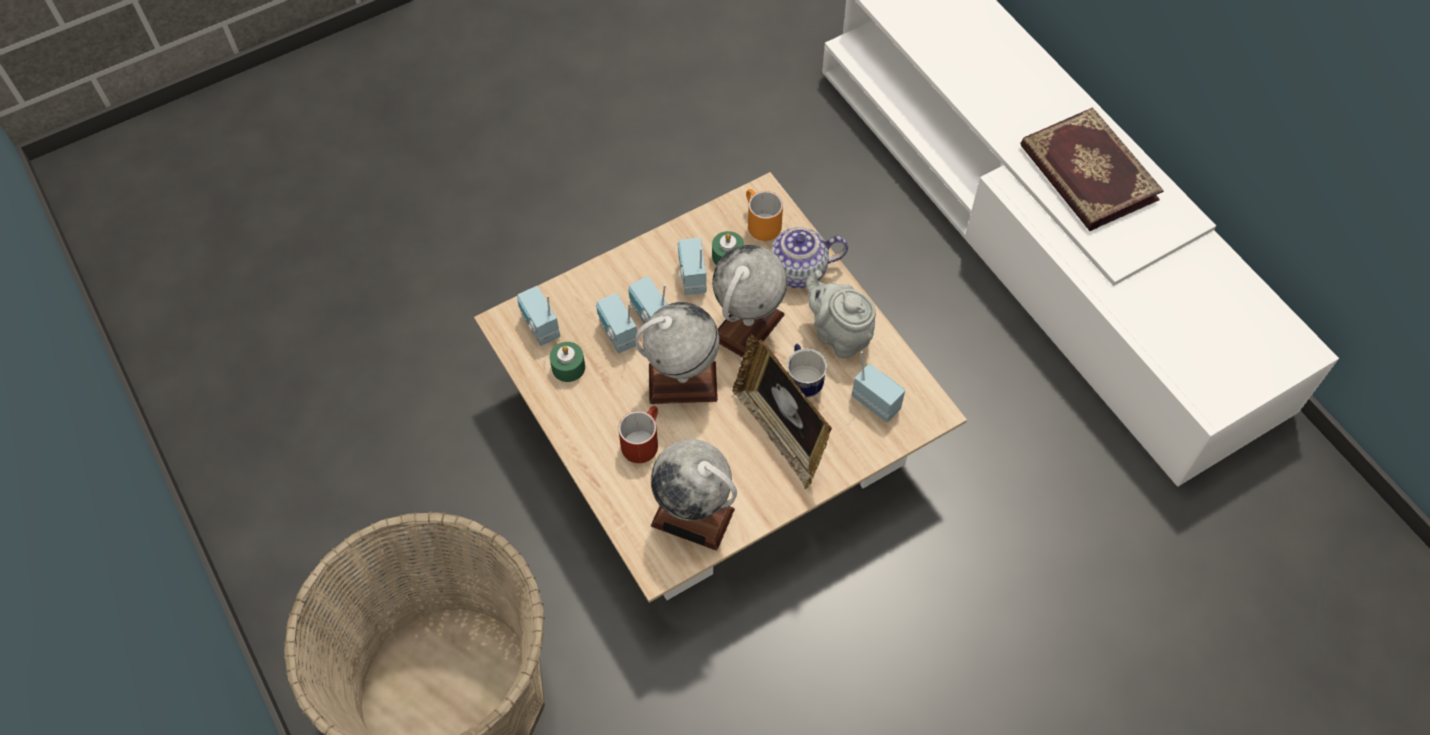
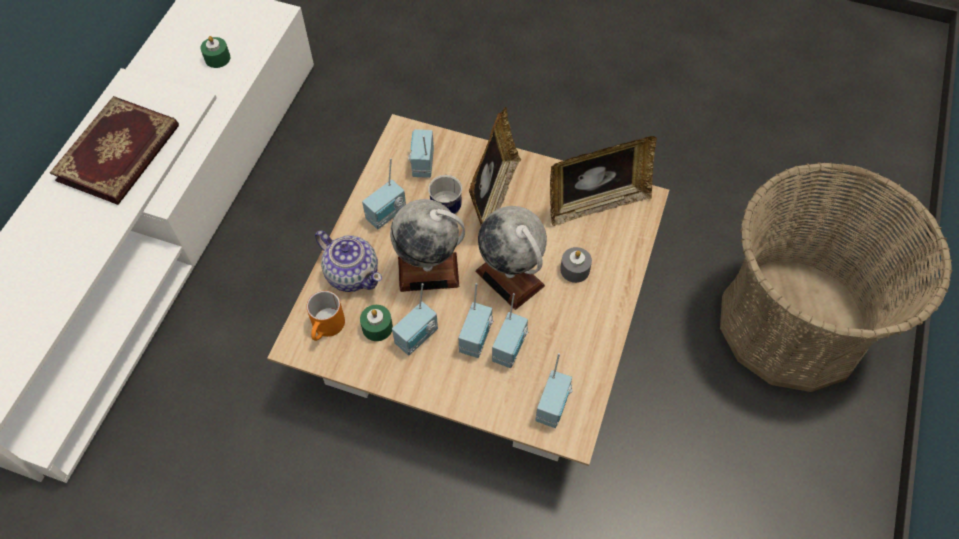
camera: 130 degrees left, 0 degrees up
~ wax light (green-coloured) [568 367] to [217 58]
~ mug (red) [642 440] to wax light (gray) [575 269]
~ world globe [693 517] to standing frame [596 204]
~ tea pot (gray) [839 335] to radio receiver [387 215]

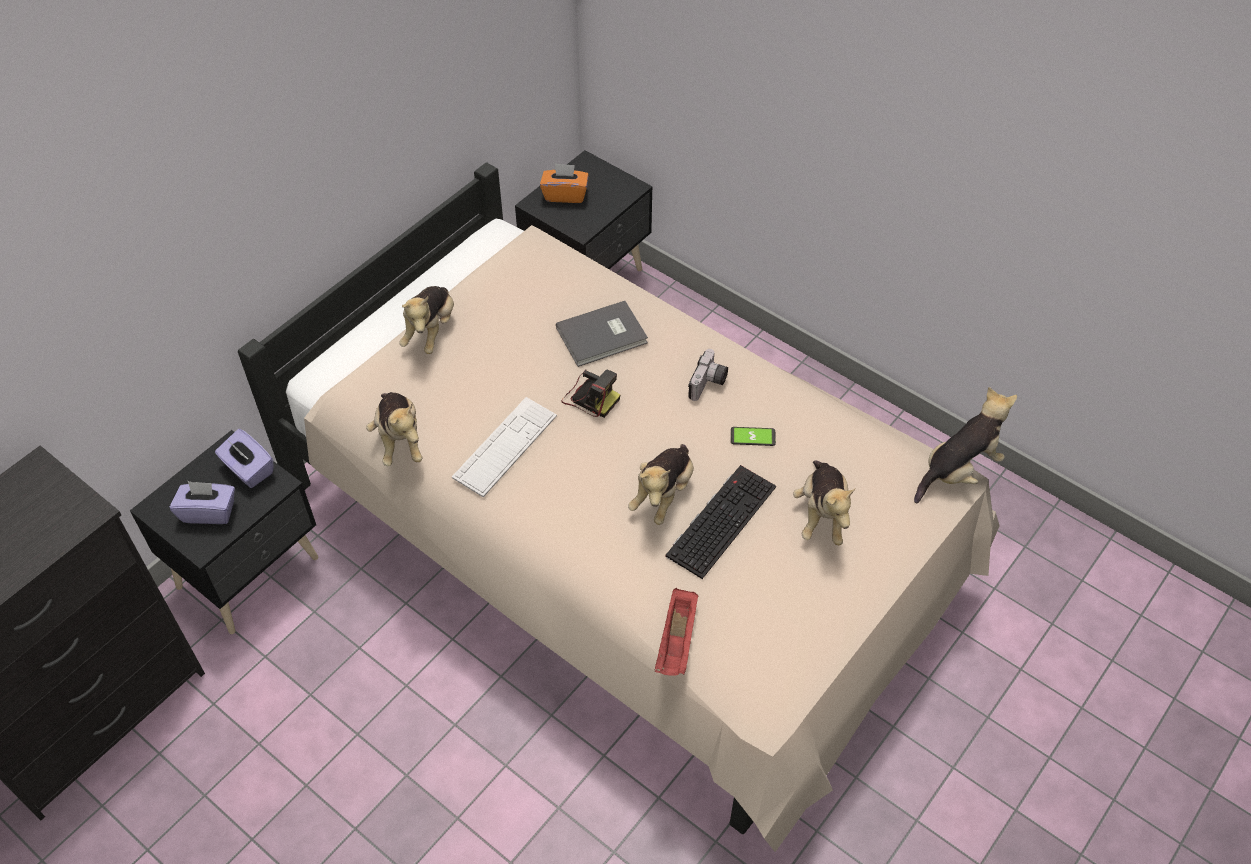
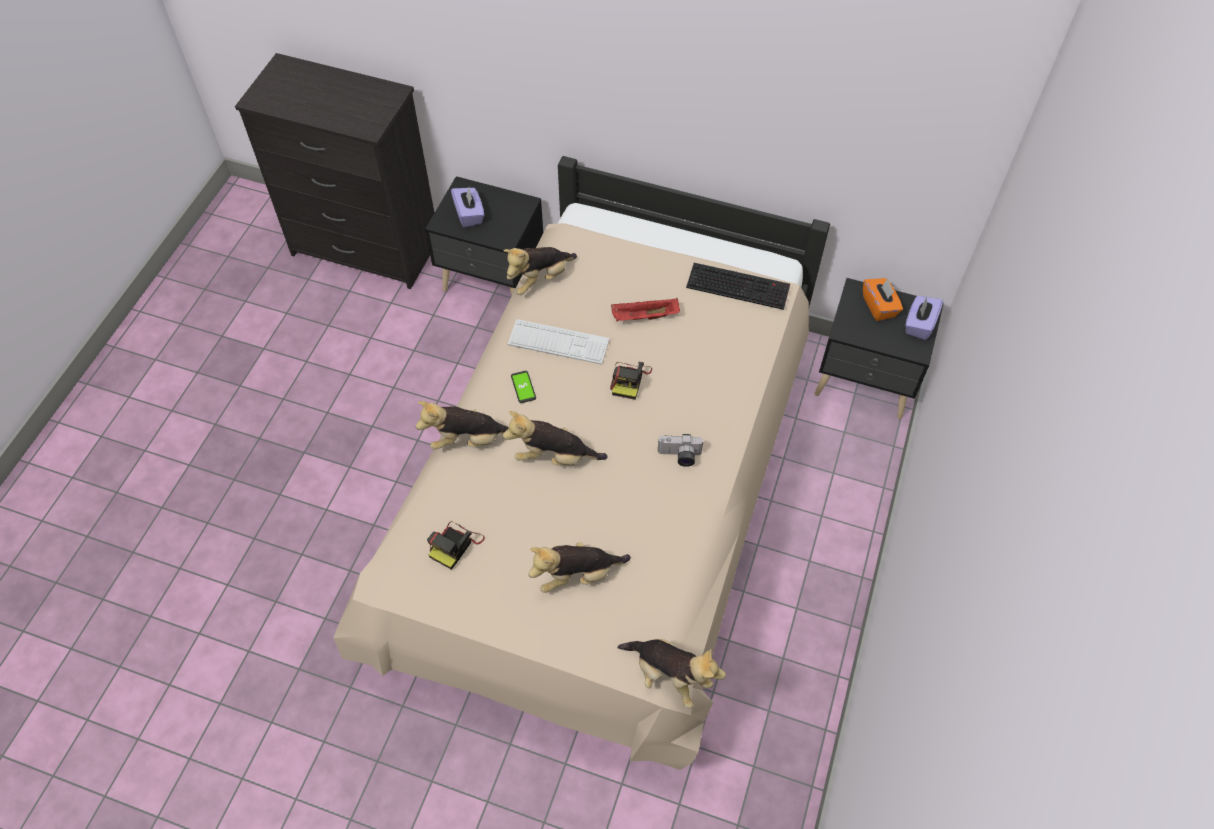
camera: 70 degrees right, 5 degrees up
~ box of tissues (purple-coloured) [248 470] to [919 325]
~ plush toy [431 331] to [469 440]
- book (gray) [603 336]
~ serving tray (red) [677 642] to [644 317]
~ PC keyboard [720 519] to [739 285]
~ telephone [752 437] to [523 387]
+ photo camera [455 545]

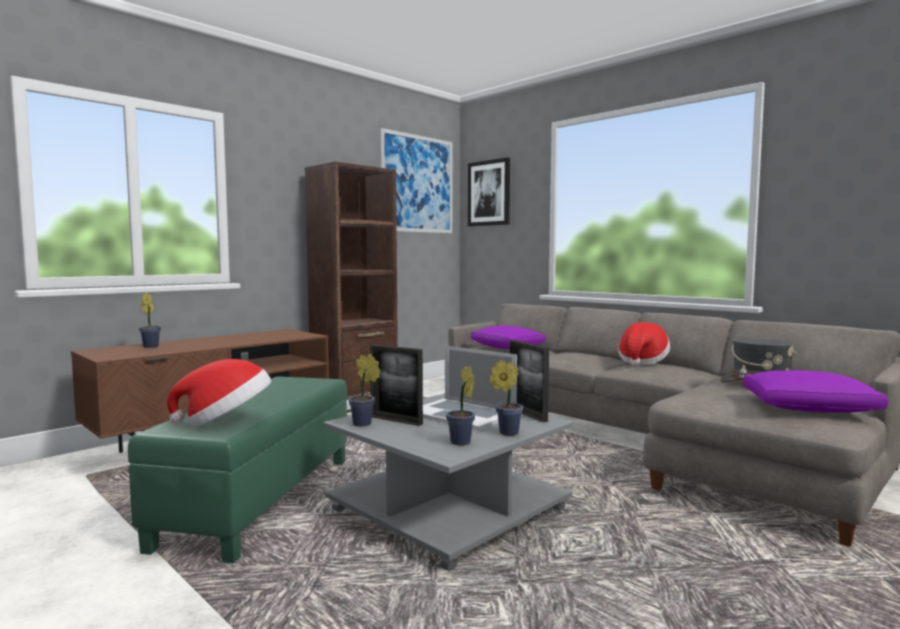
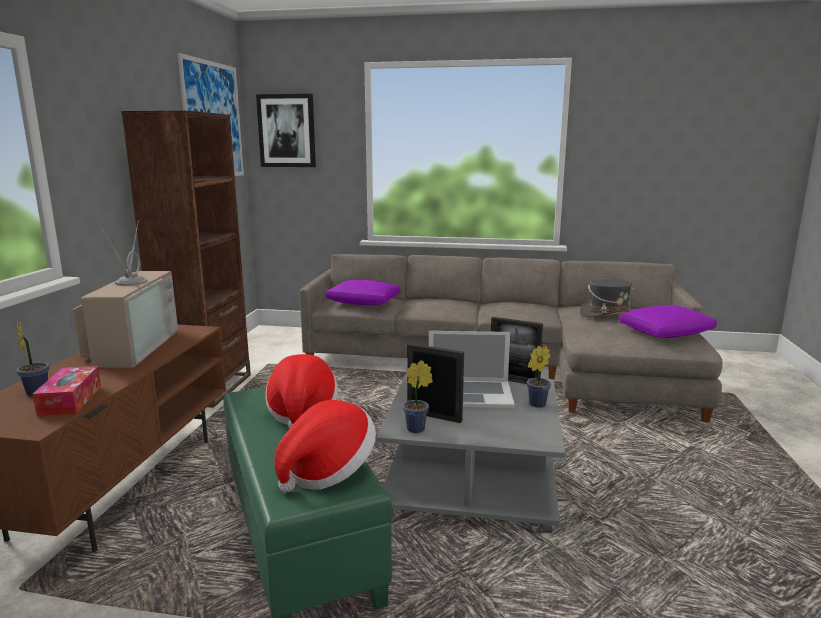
camera: 35 degrees left, 10 degrees up
~ standing frame [396 420] = [434 416] 150 degrees counterclockwise
- houseplant [461 443]
~ wearable hat [642 362] to [302 412]
+ box of tissues [70 400]
+ TV [132 347]

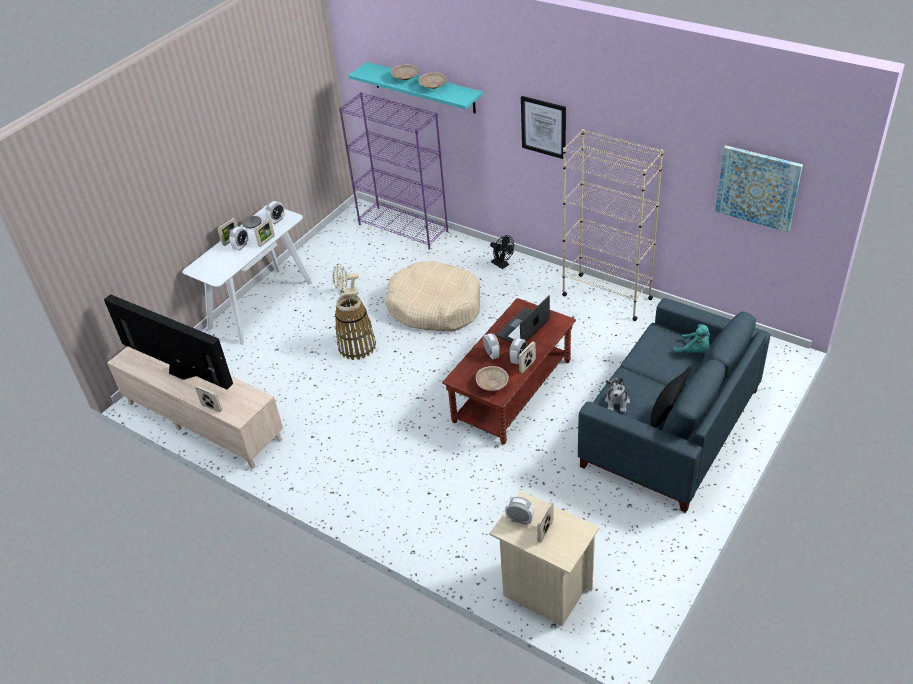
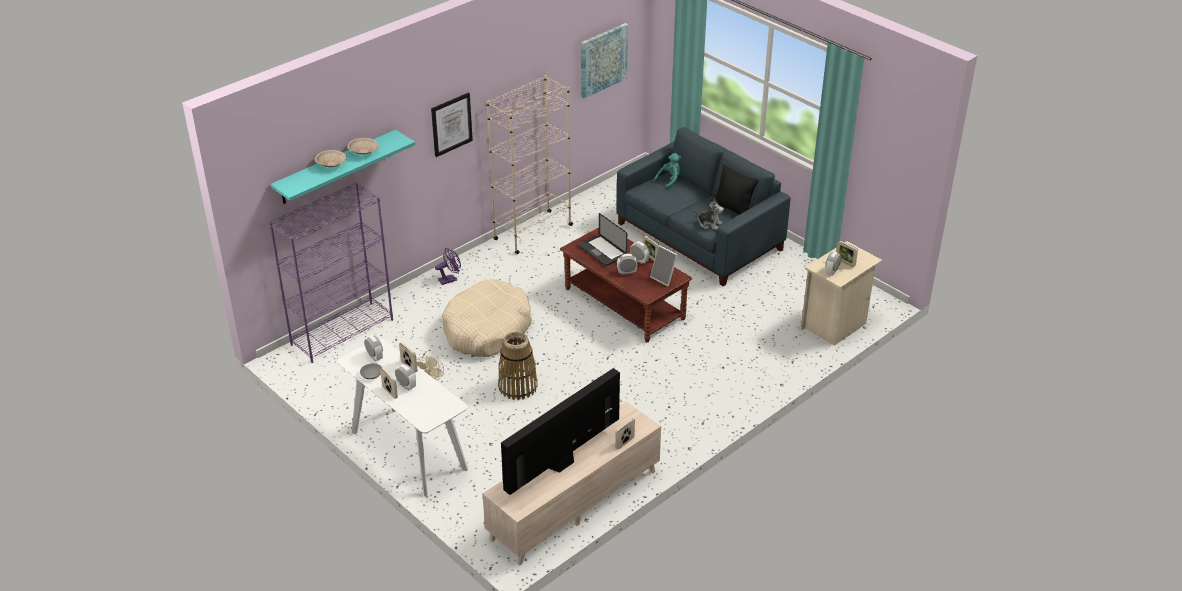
camera: 80 degrees left, 5 degrees down
~ bowl (beige) [492 385] to standing frame [664 278]
~ fan (blackish) [502 265] to fan (purple-coloured) [450 279]

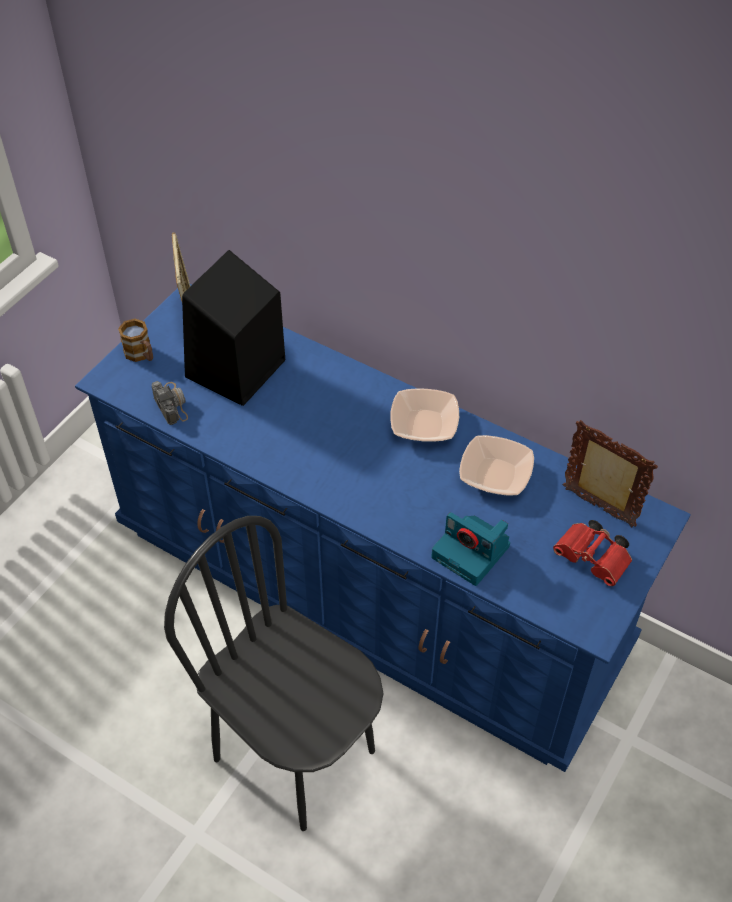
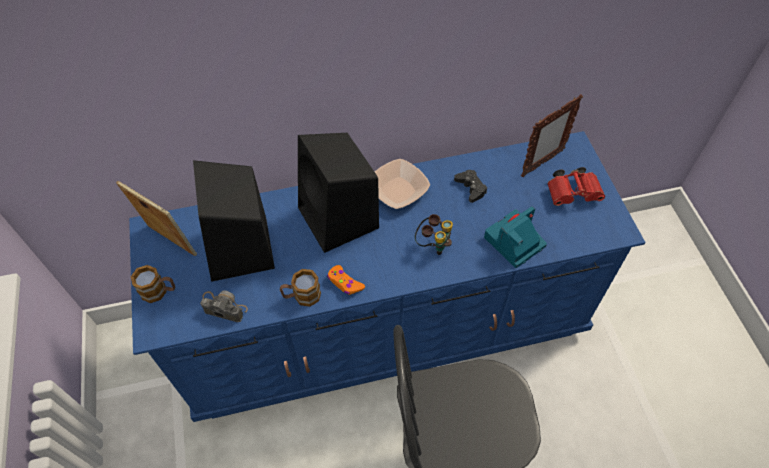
camera: 45 degrees left, 5 degrees up
~ photo camera [472 552] = [514 242] 150 degrees clockwise
~ bowl [495 474] to game controller (blackish) [471 188]
~ standing frame [598 508] = [542 163] 150 degrees clockwise
+ mug [302 296]
+ loudspeaker (blackish) [340 219]
+ game controller (orange-coloured) [345 283]
+ binoculars [433 244]

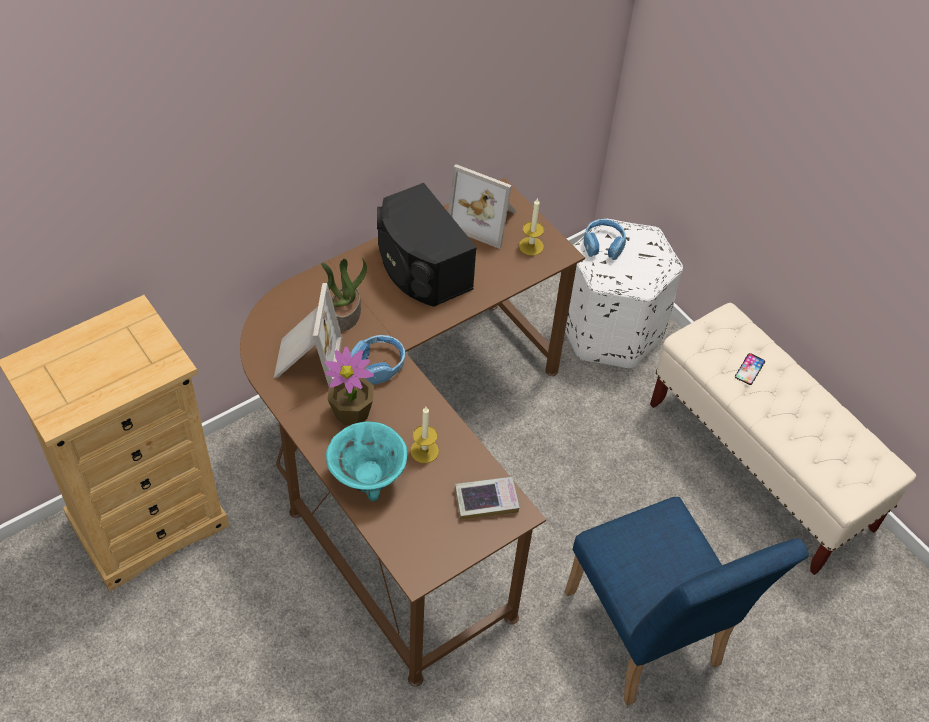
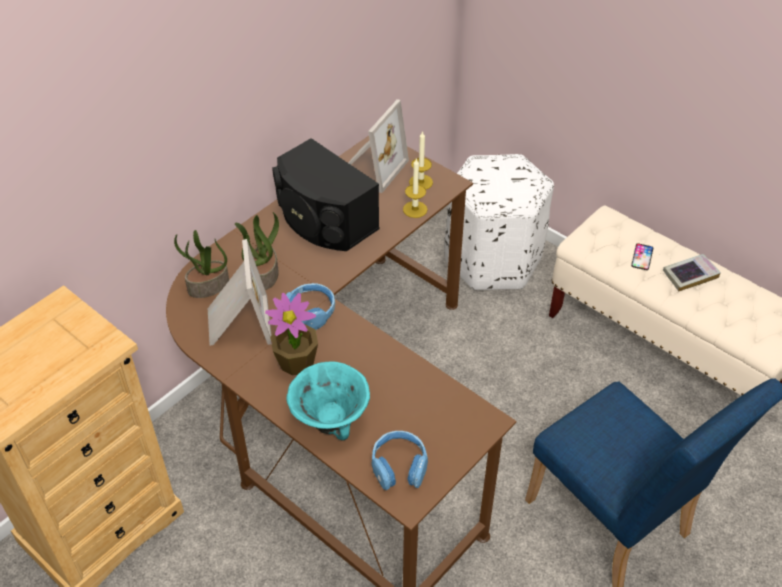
camera: 10 degrees left, 5 degrees down
~ wax light [424 451] to [415 209]
~ standing frame [485 220] = [371 168] 75 degrees counterclockwise
~ book [486 500] to [690 275]
~ pair of headphones (blue-coloured) [603 245] to [399 466]
+ houseplant [208 287]

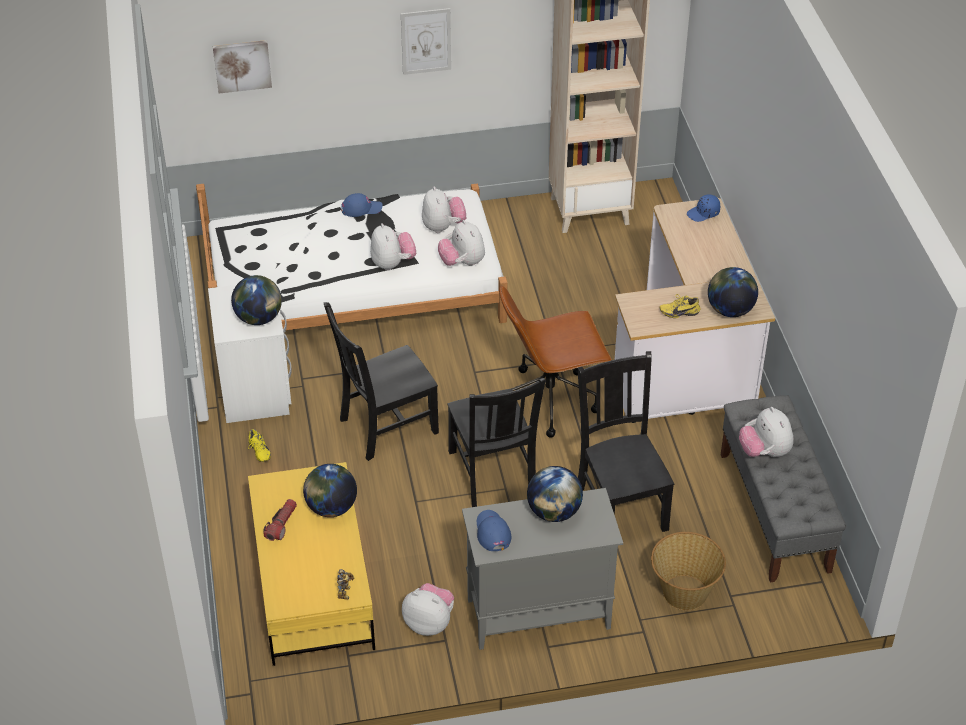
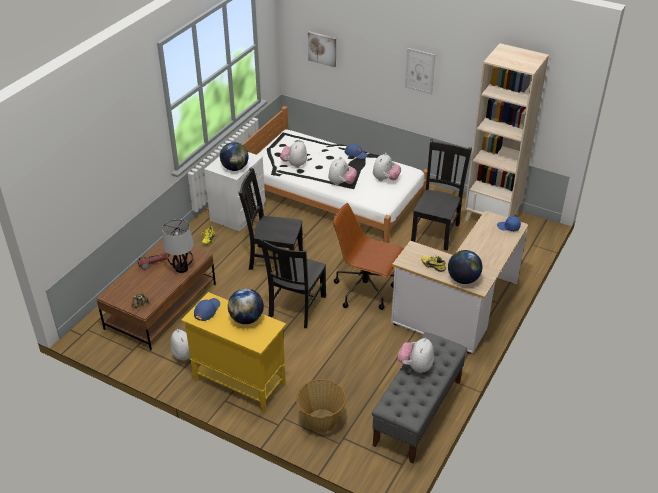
camera: 40 degrees right, 5 degrees down
~ low table (yellowish) [312 584] to low table (brown) [161 306]
~ world globe [331 507] to tabletop lamp [181 268]
~ plush toy [462 262] to [294 164]
~ storage cabinet (gray) [537 614] to storage cabinet (yellowish) [238 383]
~ chair (blackish) [620 505] to [436 231]

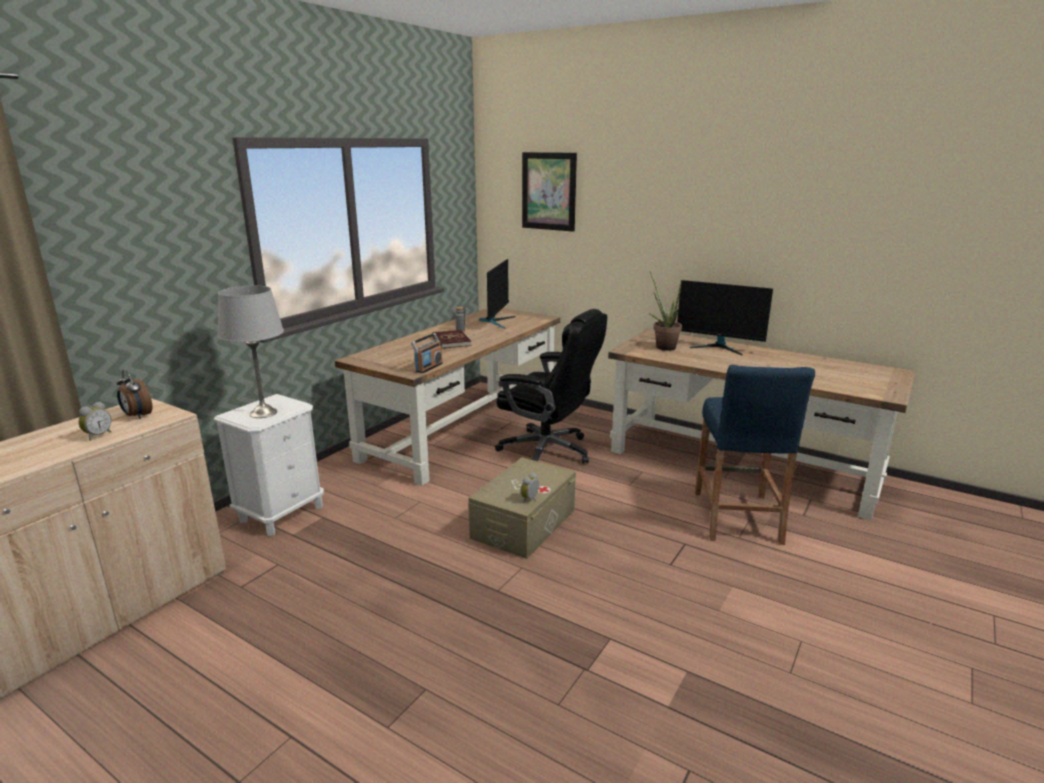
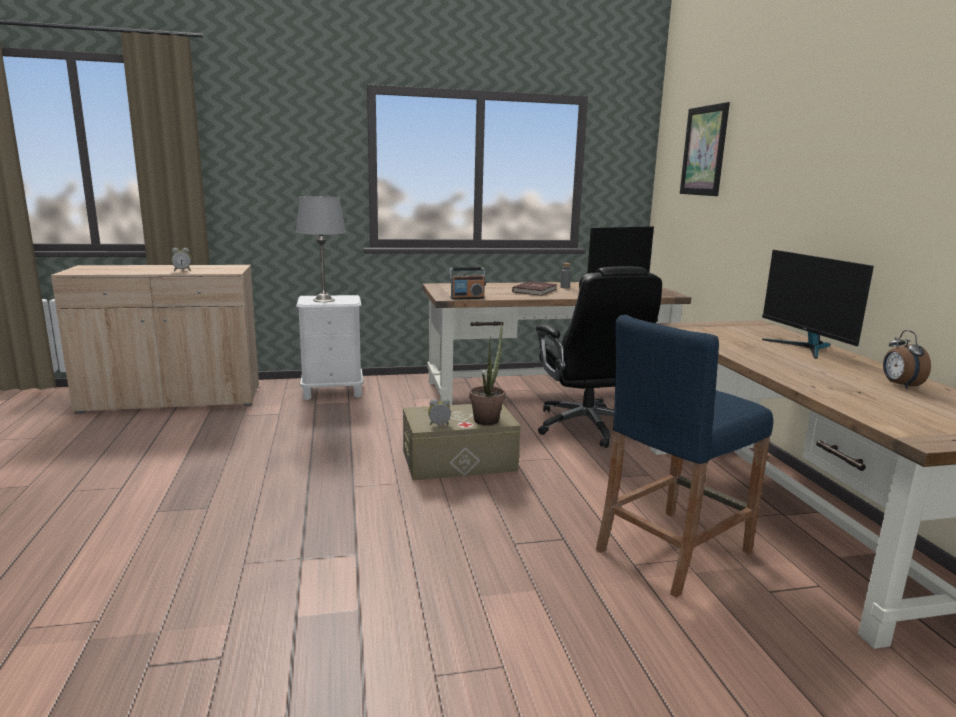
camera: 45 degrees right, 5 degrees down
~ bedside clock [137 416] to [899 385]
~ houseplant [663 346] to [488 418]

